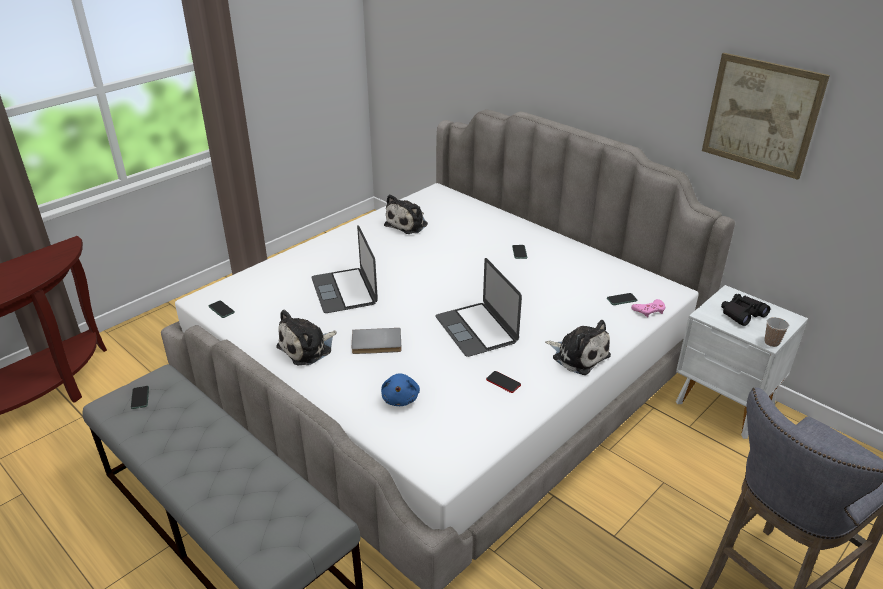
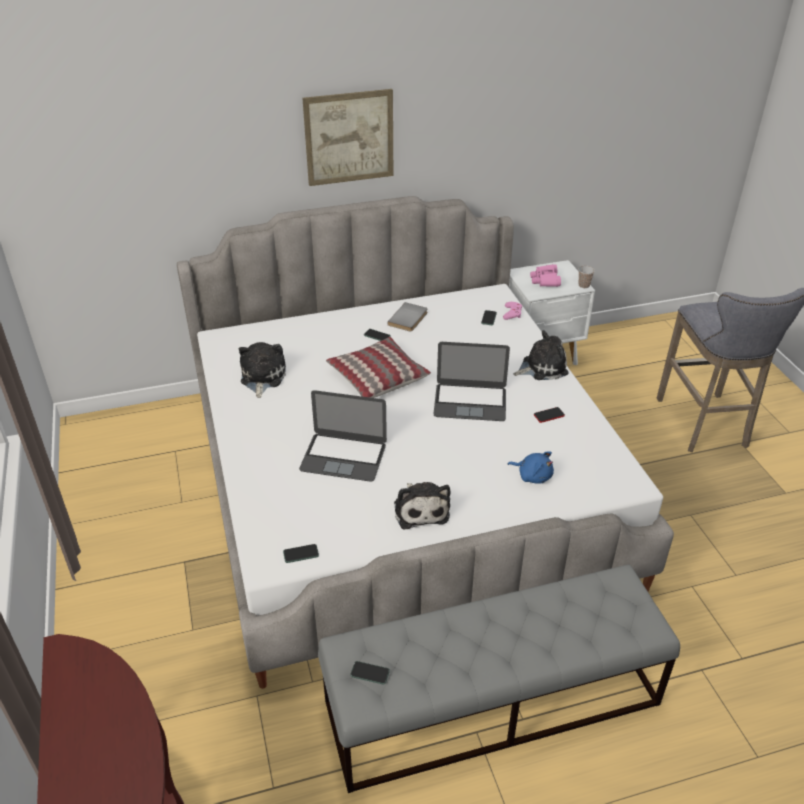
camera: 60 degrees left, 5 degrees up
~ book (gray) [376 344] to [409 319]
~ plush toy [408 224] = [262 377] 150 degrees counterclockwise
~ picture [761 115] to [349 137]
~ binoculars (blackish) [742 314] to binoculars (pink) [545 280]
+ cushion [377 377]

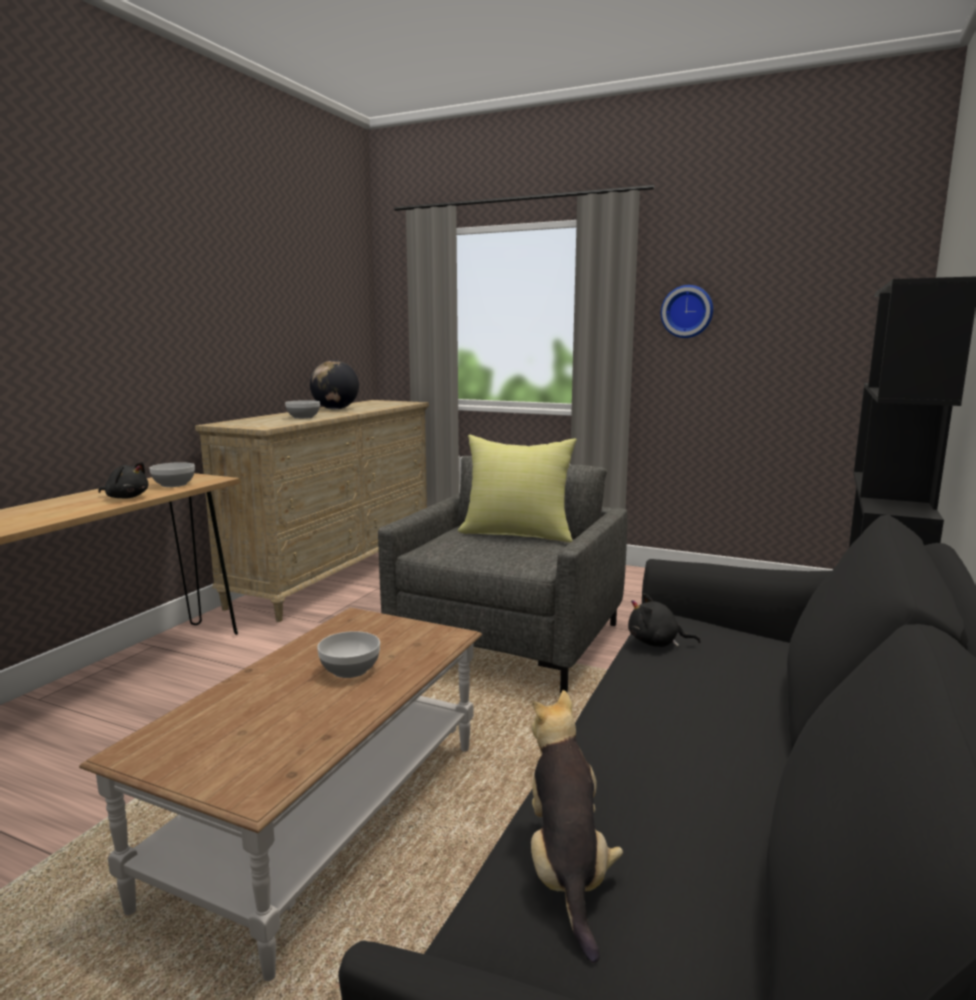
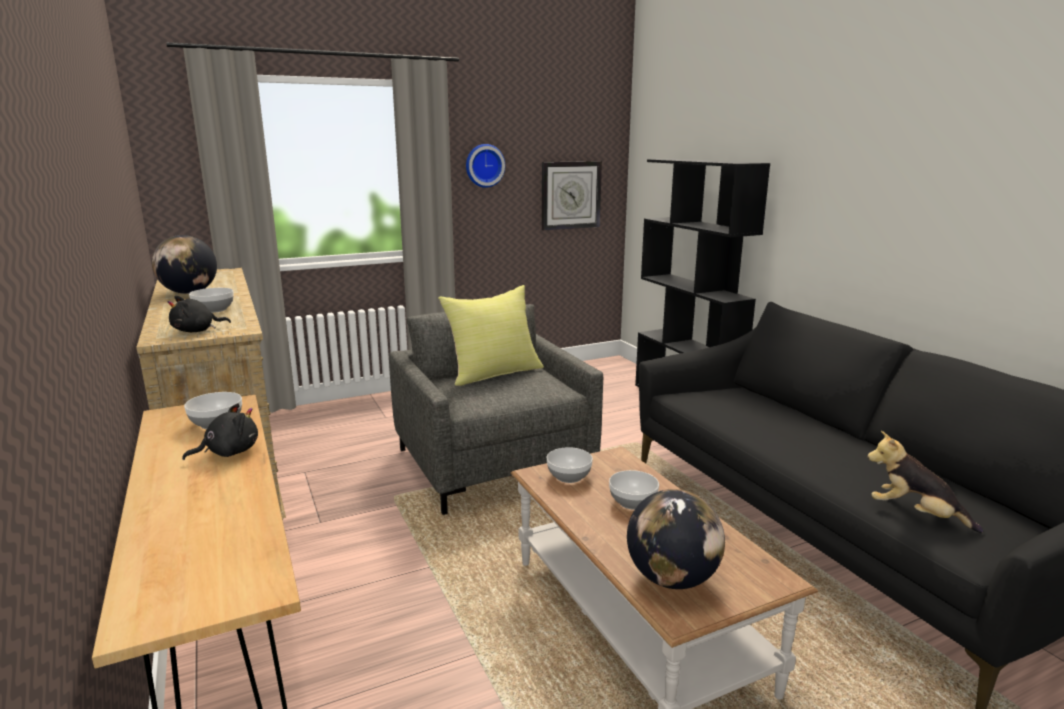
camera: 50 degrees left, 5 degrees up
~ plush toy (blackish) [657 643] to [197 331]
+ hanging clock [570 195]
+ bowl [569 476]
+ world globe [672 579]

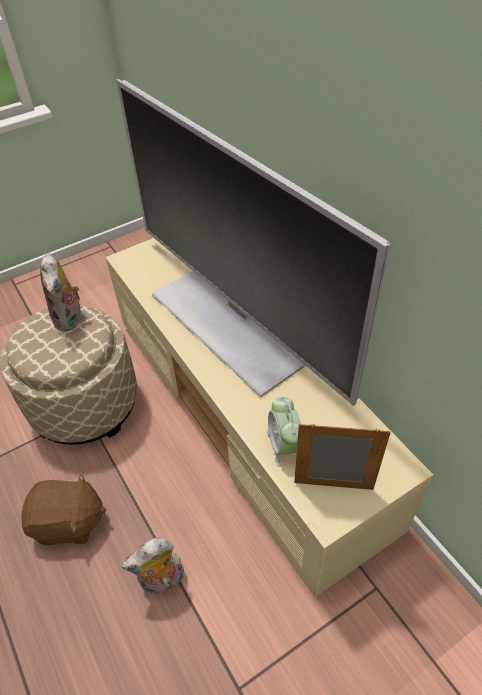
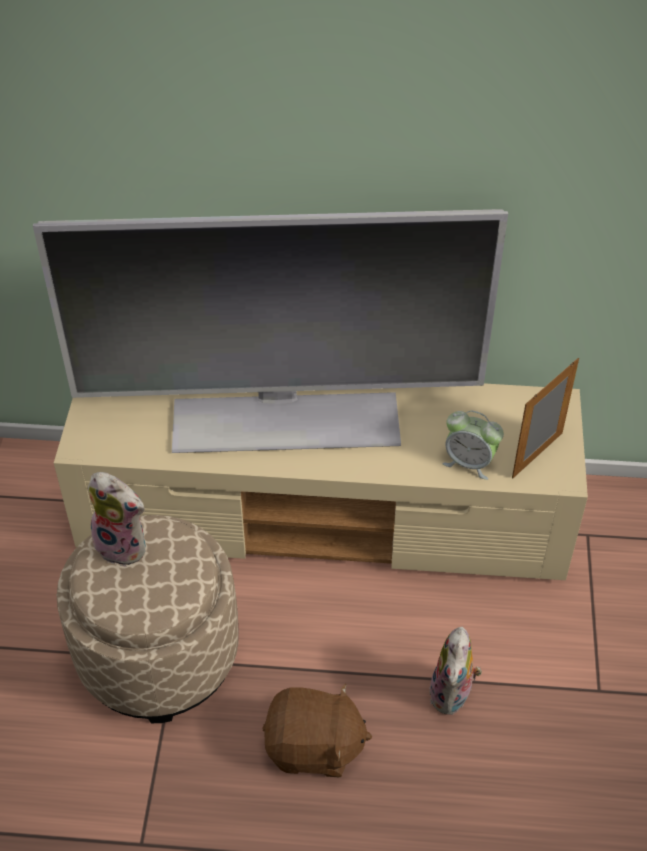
camera: 55 degrees left, 0 degrees up
~ plush toy (brown) [69 523] = [314 747] 60 degrees clockwise

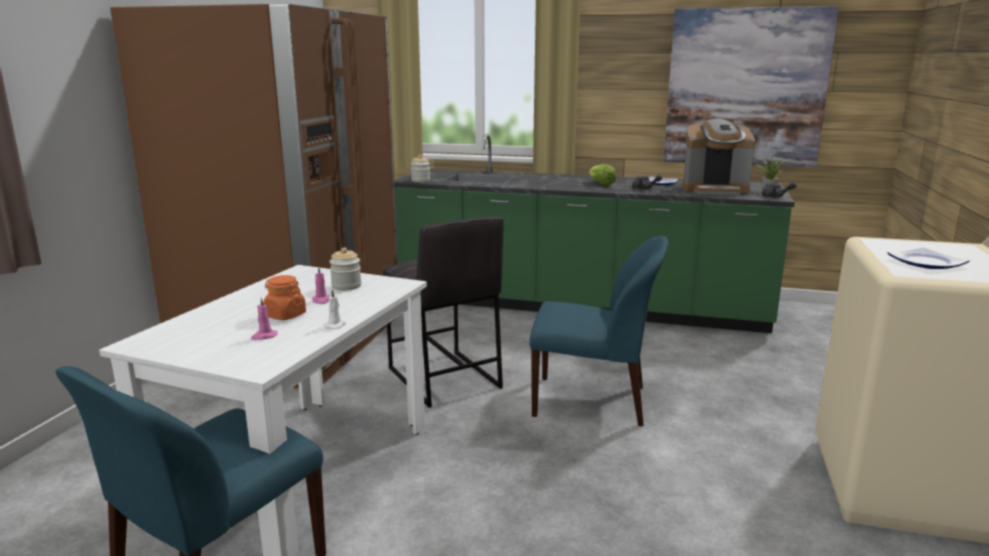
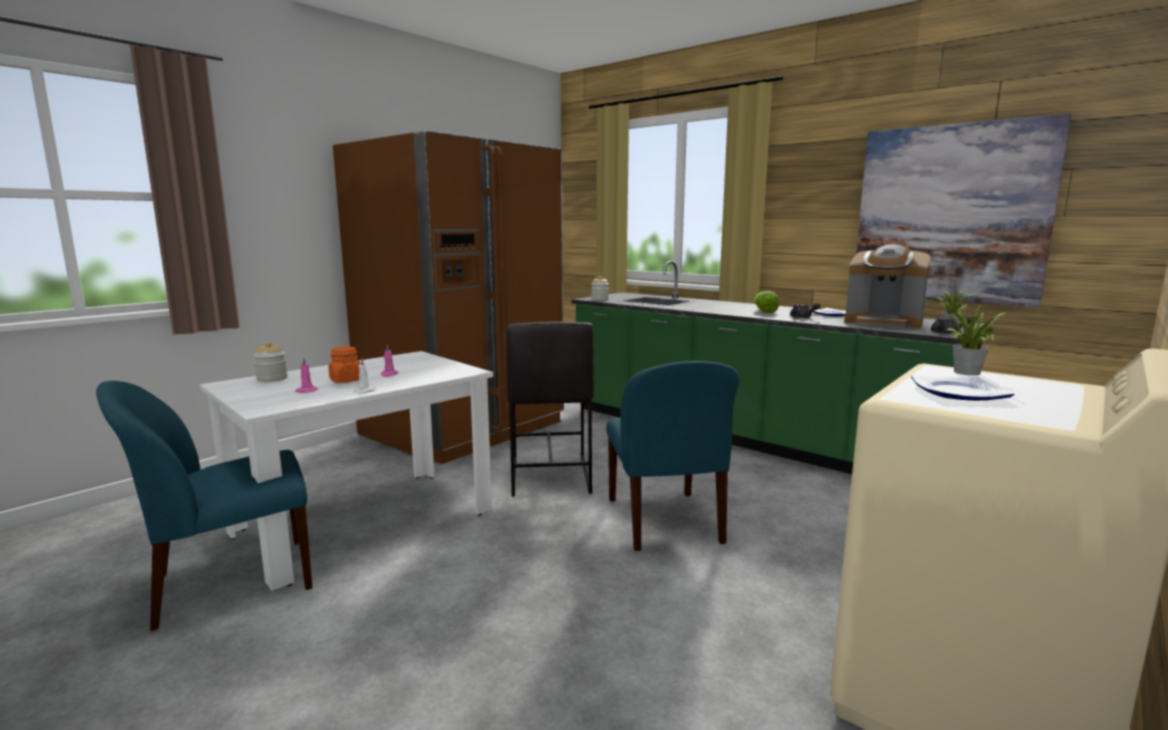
camera: 25 degrees right, 5 degrees down
~ jar [346 286] to [272 379]
~ chair (blue-coloured) [592 401] = [664 522] 45 degrees clockwise
+ houseplant [966 373]

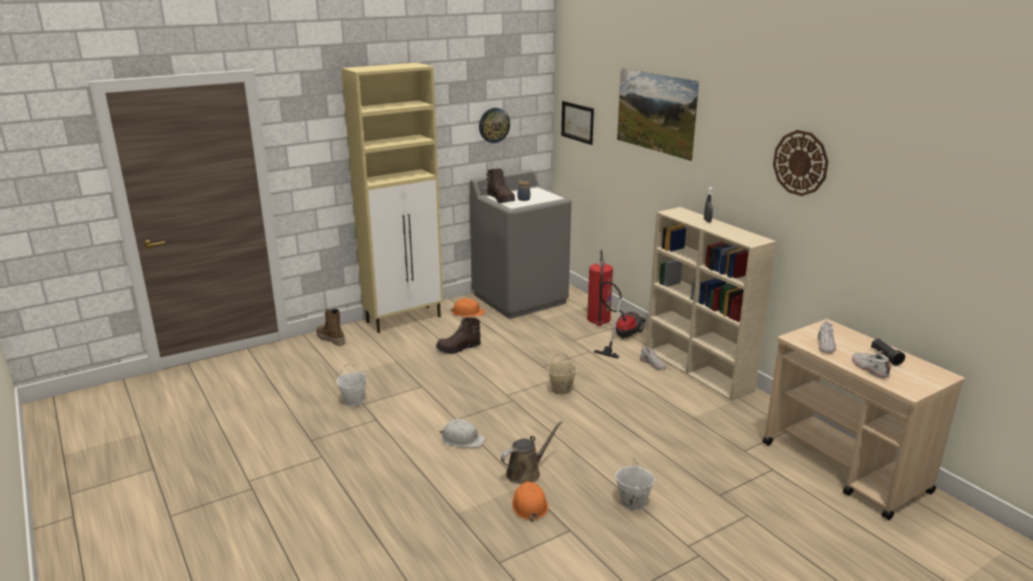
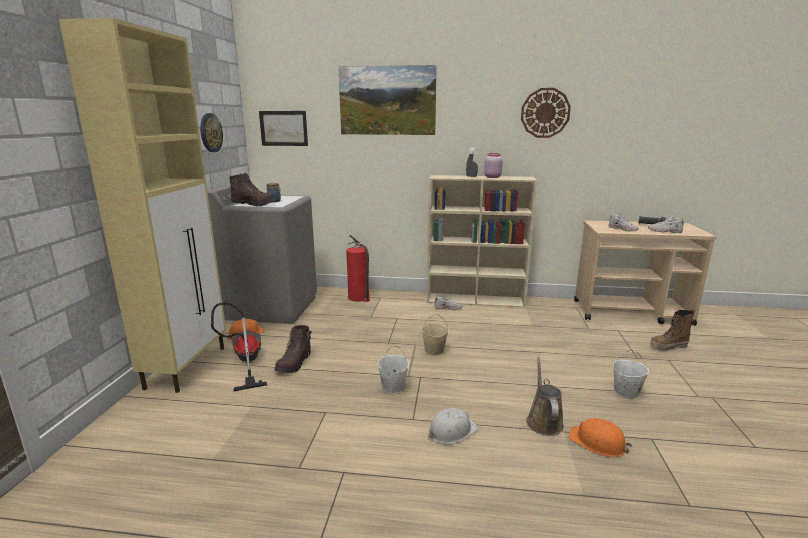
camera: 50 degrees left, 5 degrees down
~ high-top boot [330 339] to [668 347]
~ water bucket (whitish) [354 401] to [393 387]
~ hoover [620 337] to [245 362]
+ jar (pink) [492 177]

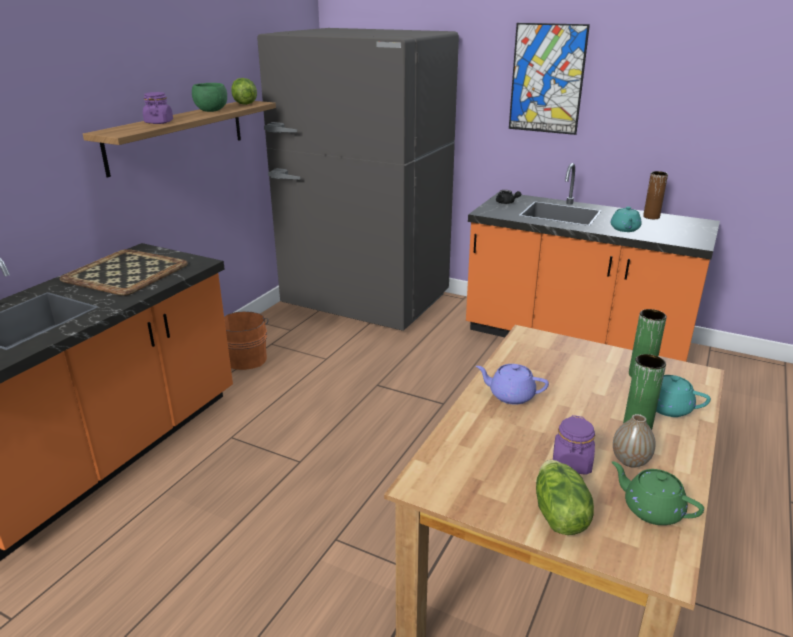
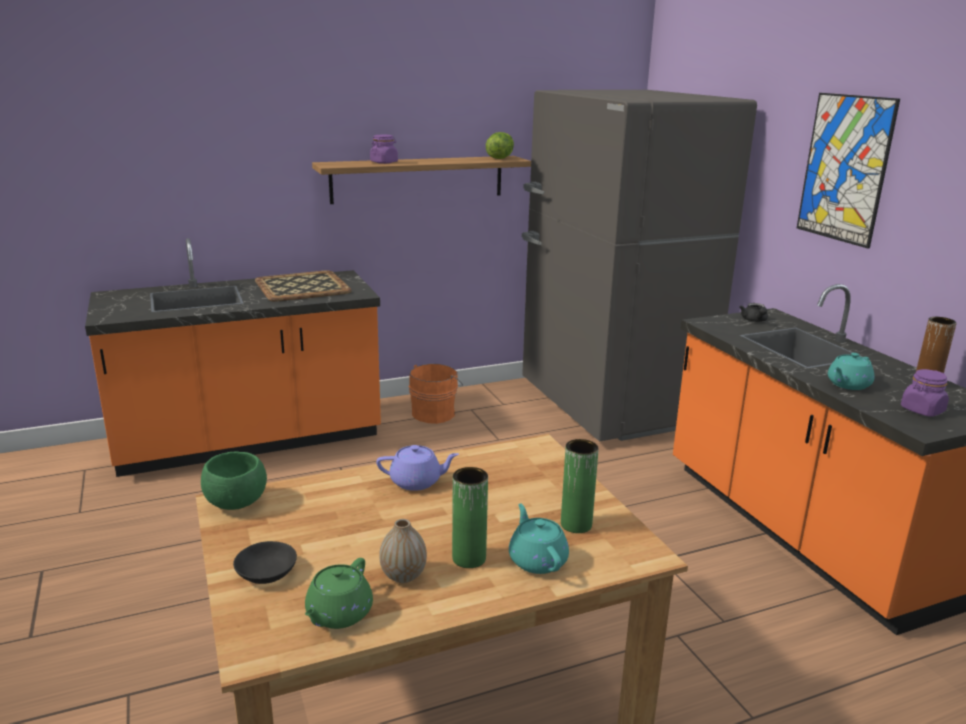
camera: 40 degrees right, 5 degrees down
~ bowl (green-coloured) [211 111] to [236 504]
~ tea pot (purple-coloured) [510 395] = [417 482] 120 degrees clockwise
~ lettuce [558 515] to bowl (blackish) [265 573]
~ jar (purple-coloured) [571 463] to [922 410]
~ tea pot (green-coloured) [651 509] = [338 614] 150 degrees counterclockwise

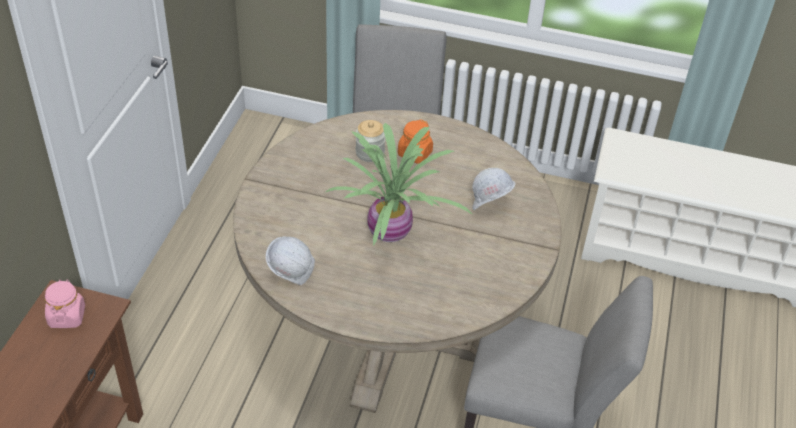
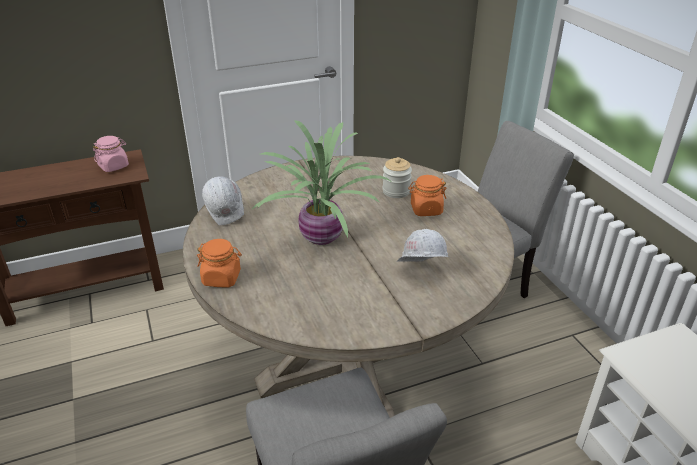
camera: 55 degrees right, 10 degrees down
+ jar (orange-coloured) [222 278]

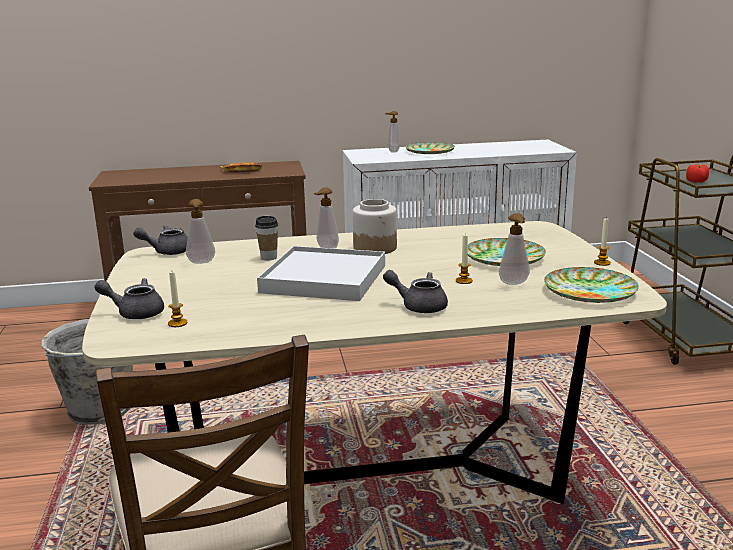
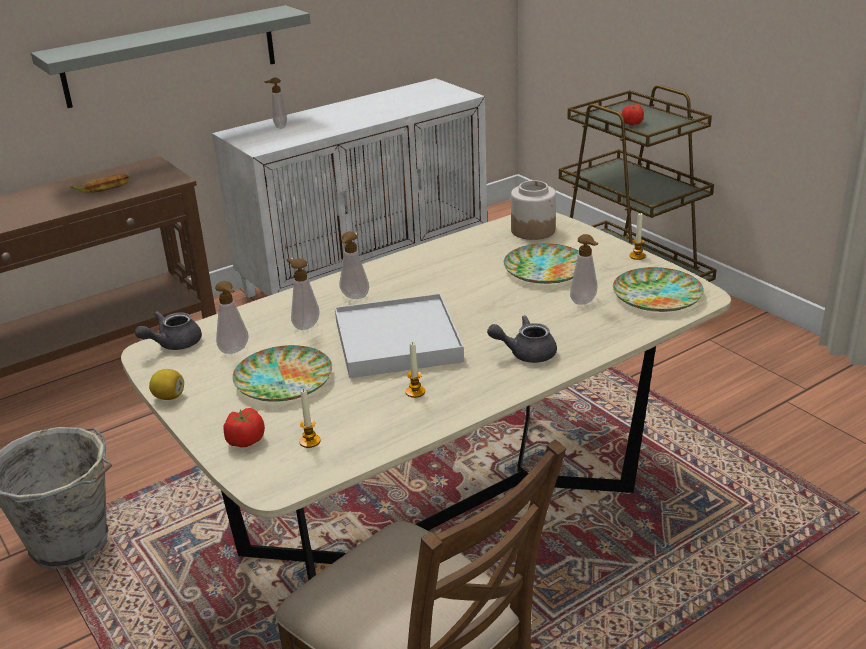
camera: 25 degrees left, 10 degrees up
~ tea pot (gray) [135 313] to tomato [245 441]
~ drinking cup [269 258] to liquid soap bottle [305 325]
~ jar [375 248] to [533 230]
~ plate [429 151] to [283 380]
~ wax light [464 281] to [415 392]
+ bracket shelf (gray) [171 56]
+ lemon [169 397]

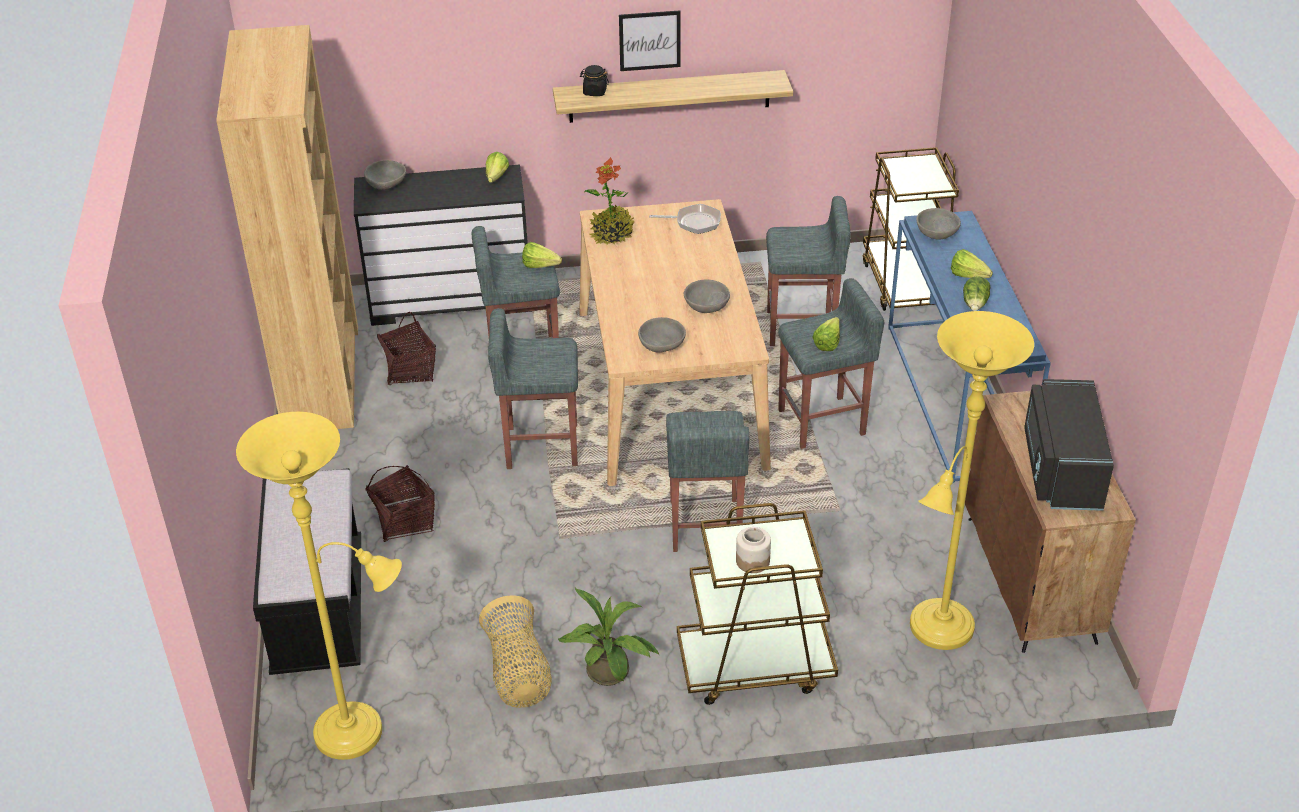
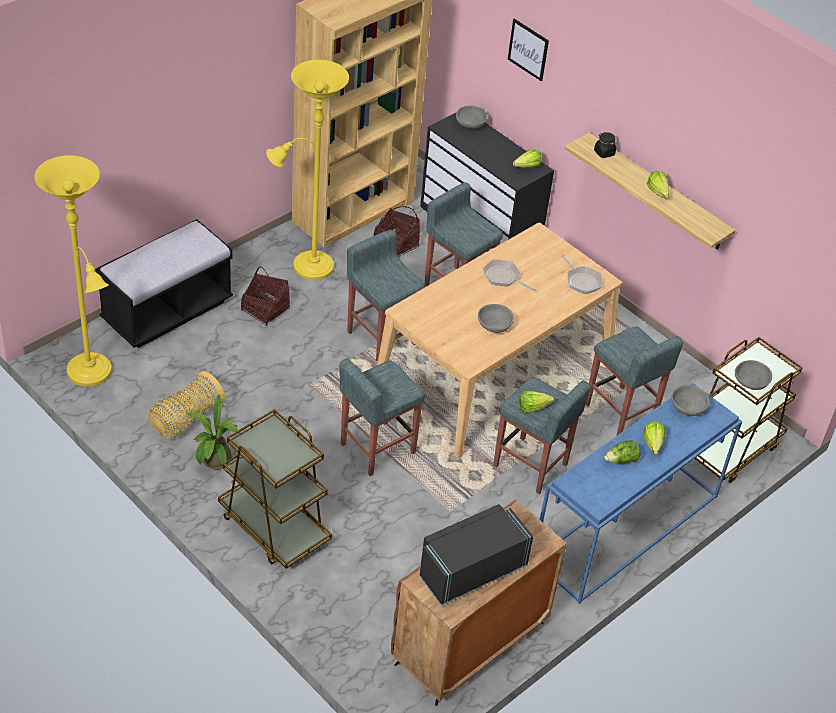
camera: 50 degrees right, 5 degrees up
~ lettuce [543 267] to [658 194]
- houseplant [612 234]
~ picture [649 40] to [528 49]
~ bowl (gray) [661 346] to [750 383]
- jar [752 561]
~ standard lamp (yellowish) [938 631] to [307 266]
+ skillet [503 277]

